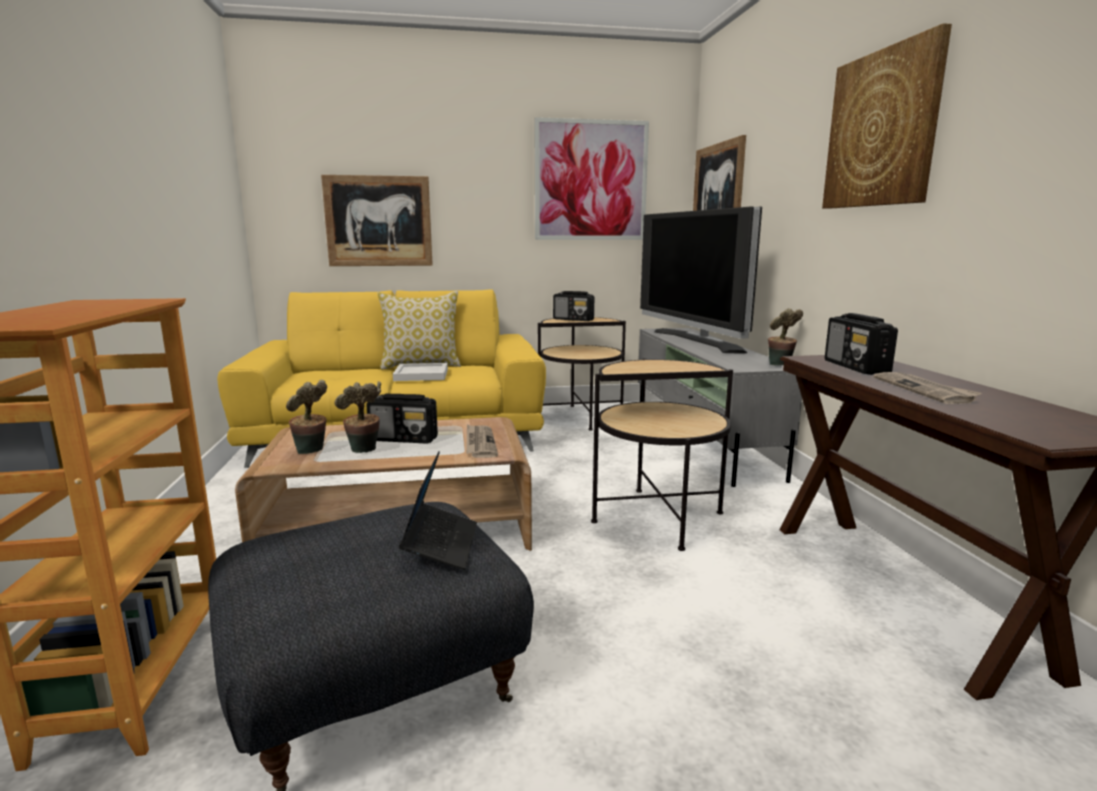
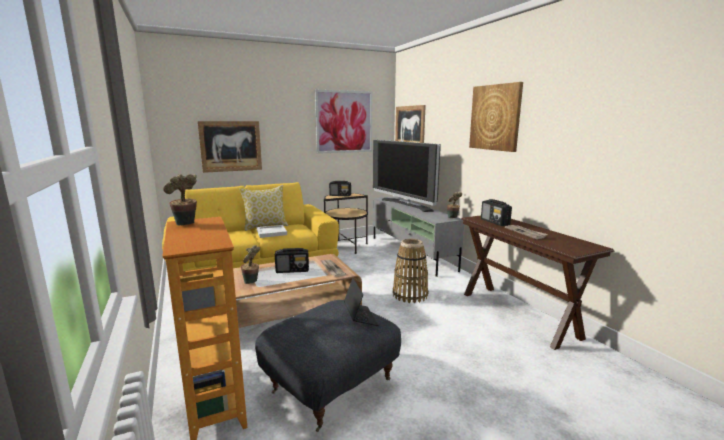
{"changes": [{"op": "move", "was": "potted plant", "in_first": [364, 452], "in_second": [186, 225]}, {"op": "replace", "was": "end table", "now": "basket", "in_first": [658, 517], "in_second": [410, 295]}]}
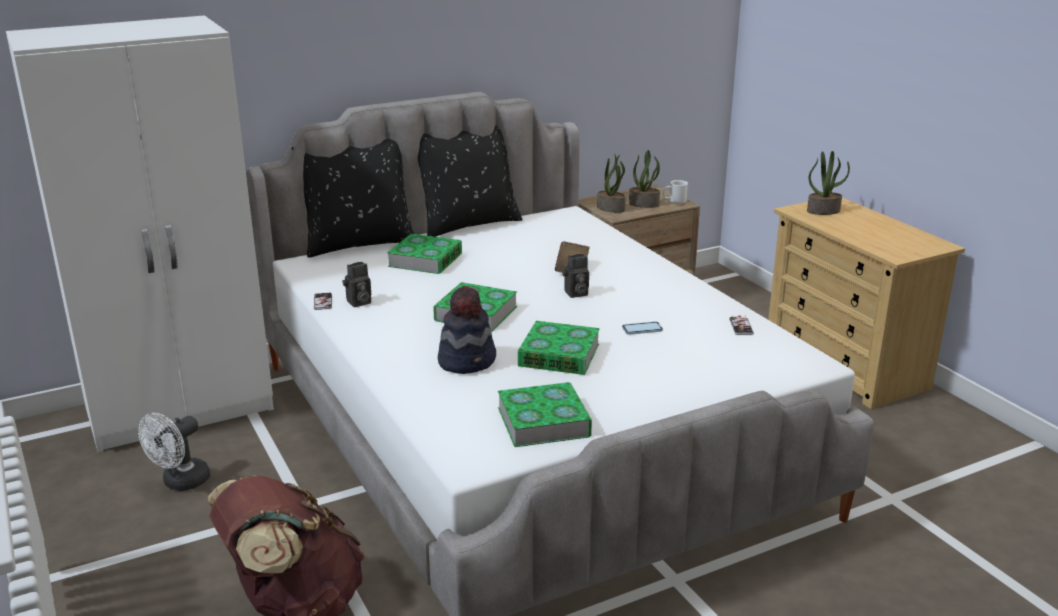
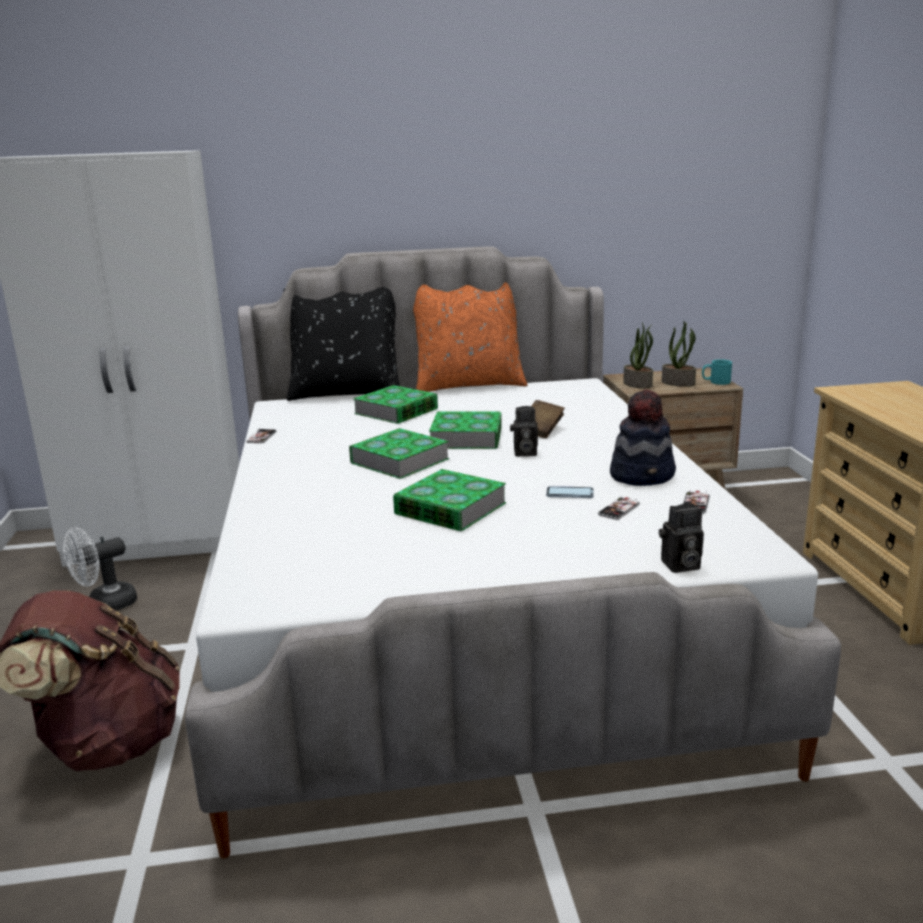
{"changes": [{"op": "move", "was": "photo camera", "in_first": [358, 302], "in_second": [679, 566]}, {"op": "recolor", "was": "cushion (blackish)", "now": "cushion (orangey)", "in_first": [468, 224], "in_second": [468, 385]}, {"op": "move", "was": "hat", "in_first": [467, 361], "in_second": [643, 475]}, {"op": "move", "was": "bound book", "in_first": [543, 422], "in_second": [466, 437]}, {"op": "recolor", "was": "coffee mug (white-coloured)", "now": "coffee mug (turquoise-coloured)", "in_first": [674, 200], "in_second": [715, 382]}, {"op": "delete", "was": "potted plant", "in_first": [823, 211]}, {"op": "insert", "now": "phone", "in_second": [618, 509]}]}
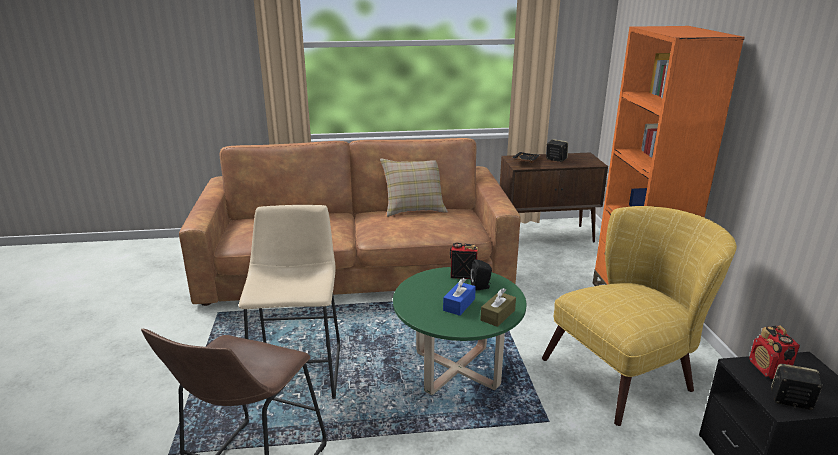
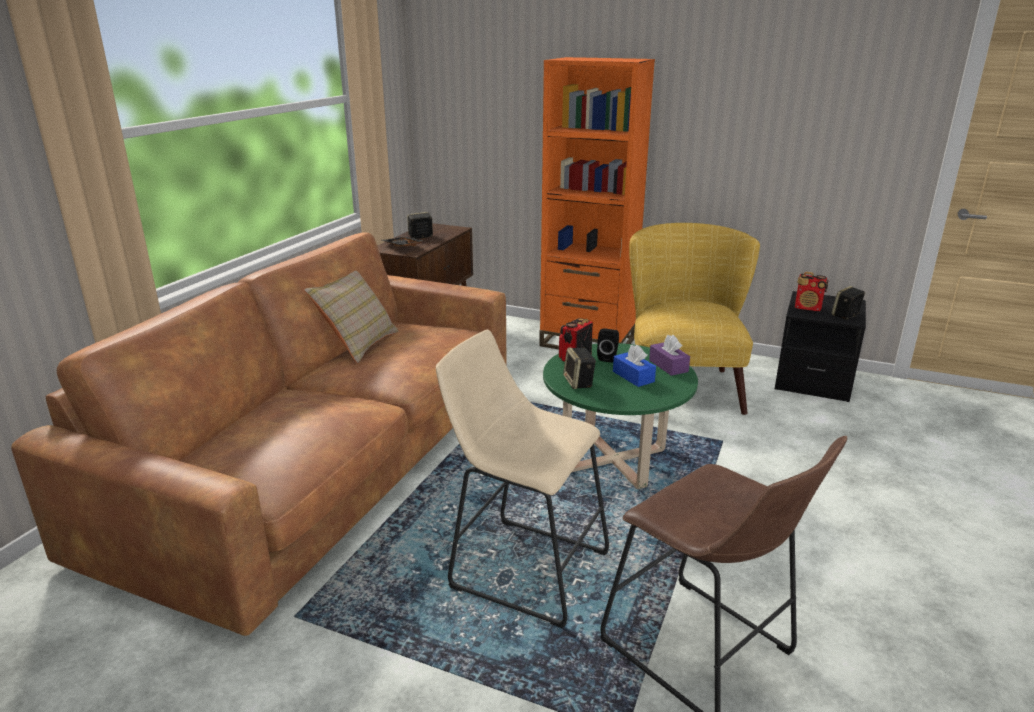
{"changes": [{"op": "recolor", "was": "tissue holder (brown)", "now": "tissue holder (purple-coloured)", "in_first": [497, 315], "in_second": [668, 366]}, {"op": "insert", "now": "audio speaker", "in_second": [579, 382]}]}
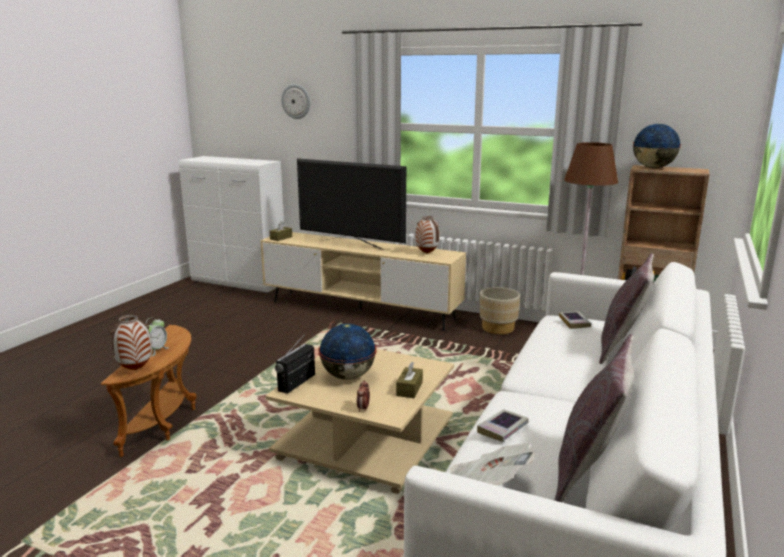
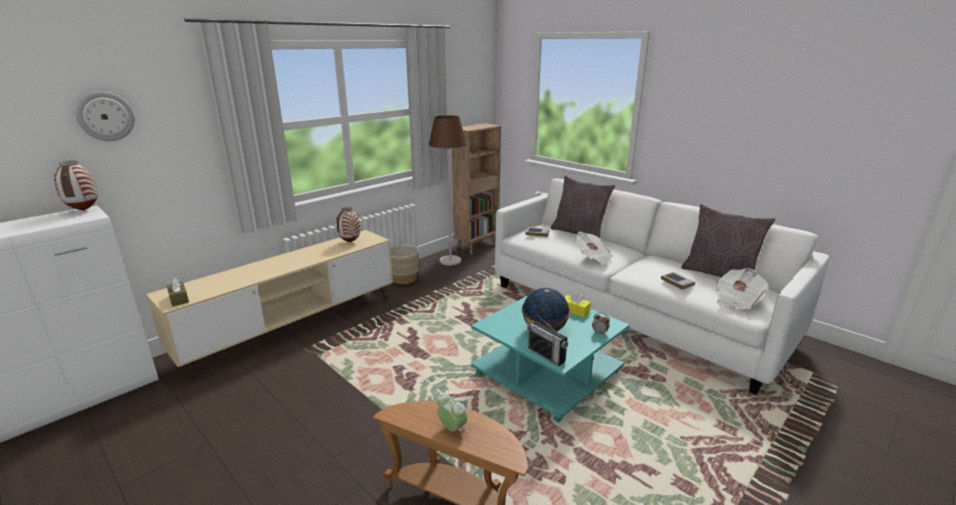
{"changes": [{"op": "move", "was": "vase", "in_first": [135, 369], "in_second": [83, 210]}, {"op": "recolor", "was": "low table (beige)", "now": "low table (turquoise-coloured)", "in_first": [366, 443], "in_second": [549, 373]}, {"op": "delete", "was": "television", "in_first": [351, 245]}, {"op": "recolor", "was": "tissue holder (brown)", "now": "tissue holder (yellowish)", "in_first": [409, 389], "in_second": [575, 311]}, {"op": "delete", "was": "desk globe", "in_first": [653, 168]}, {"op": "insert", "now": "daily paper", "in_second": [593, 258]}]}
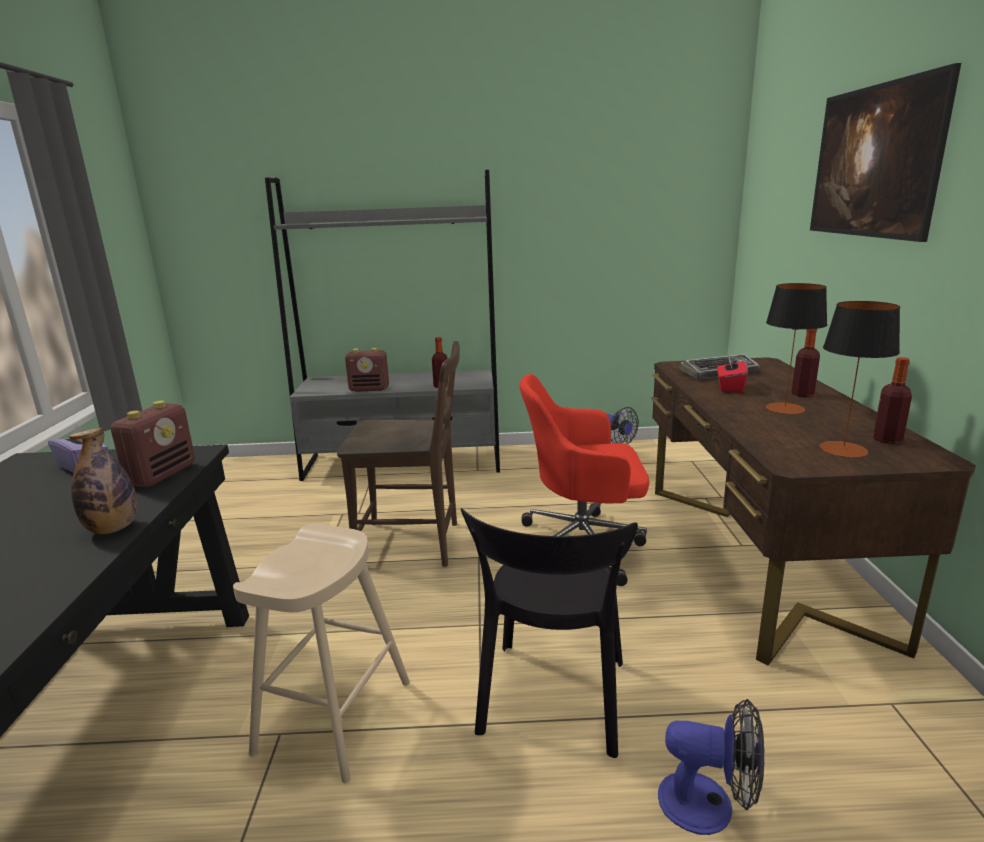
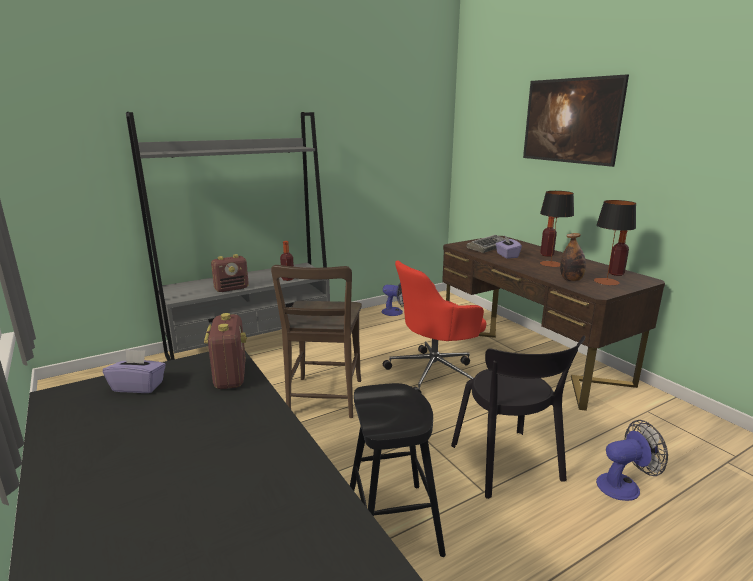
{"changes": [{"op": "move", "was": "beverage bottle", "in_first": [113, 528], "in_second": [571, 280]}, {"op": "recolor", "was": "sitting stool (beige)", "now": "sitting stool (blackish)", "in_first": [334, 716], "in_second": [393, 523]}, {"op": "rotate", "was": "plain chair (brown)", "in_first": [414, 544], "in_second": [324, 400], "clockwise": 120}, {"op": "recolor", "was": "tissue holder (reddish)", "now": "tissue holder (purple-coloured)", "in_first": [730, 387], "in_second": [507, 255]}]}
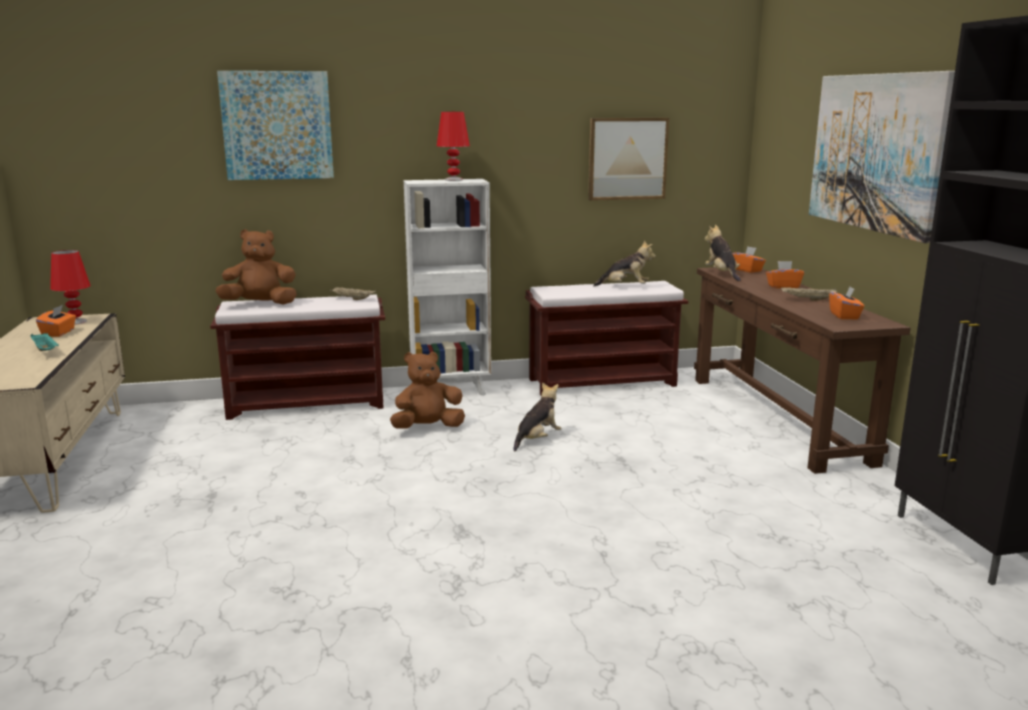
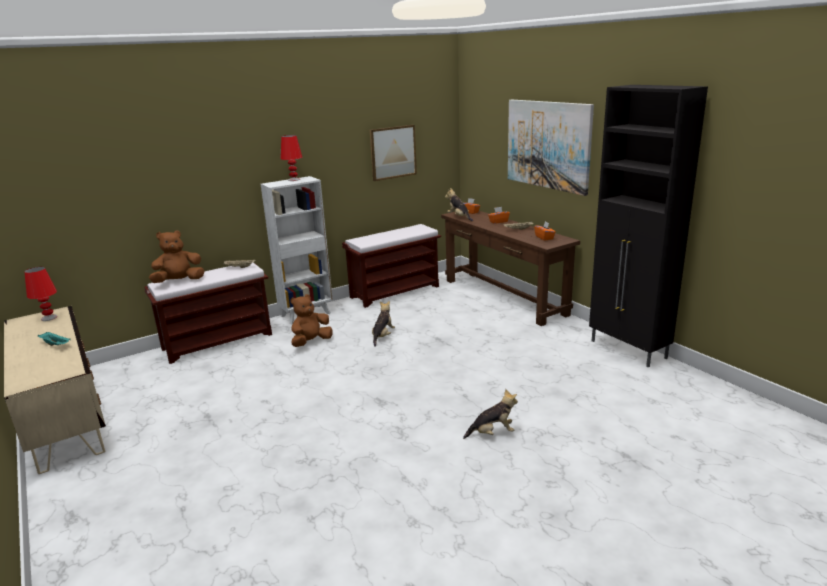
{"changes": [{"op": "delete", "was": "tissue holder (orangey)", "in_first": [59, 333]}, {"op": "delete", "was": "wall picture", "in_first": [277, 125]}, {"op": "move", "was": "plush toy", "in_first": [625, 287], "in_second": [492, 433]}]}
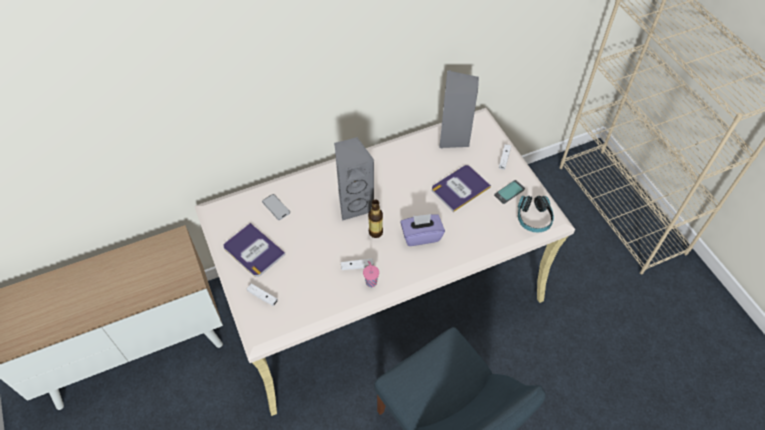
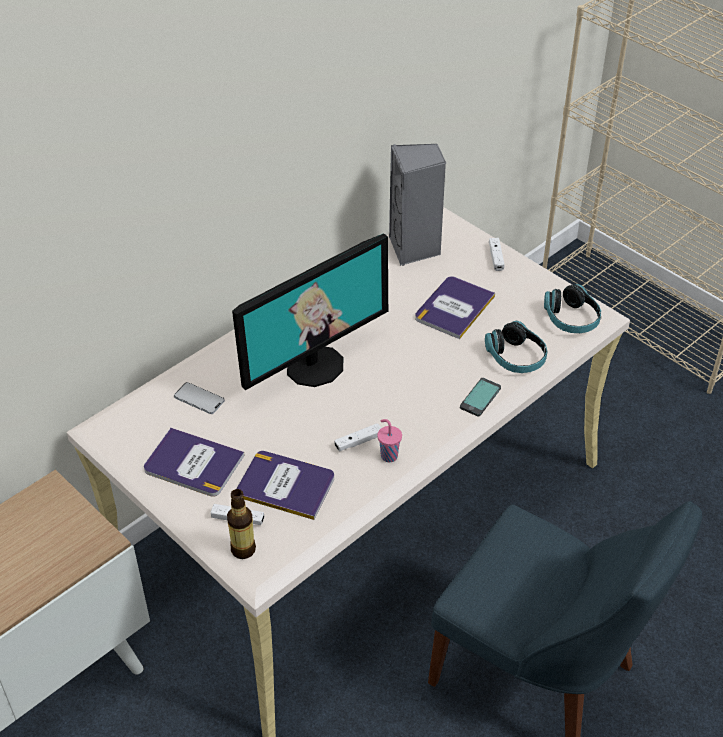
{"changes": [{"op": "replace", "was": "audio speaker (greyish)", "now": "computer screen", "in_first": [354, 204], "in_second": [314, 365]}, {"op": "move", "was": "beverage bottle", "in_first": [375, 232], "in_second": [243, 549]}, {"op": "delete", "was": "tissue holder (purple-coloured)", "in_first": [421, 236]}, {"op": "move", "was": "phone", "in_first": [509, 192], "in_second": [480, 398]}, {"op": "insert", "now": "bound book", "in_second": [285, 485]}, {"op": "insert", "now": "headphones", "in_second": [516, 357]}]}
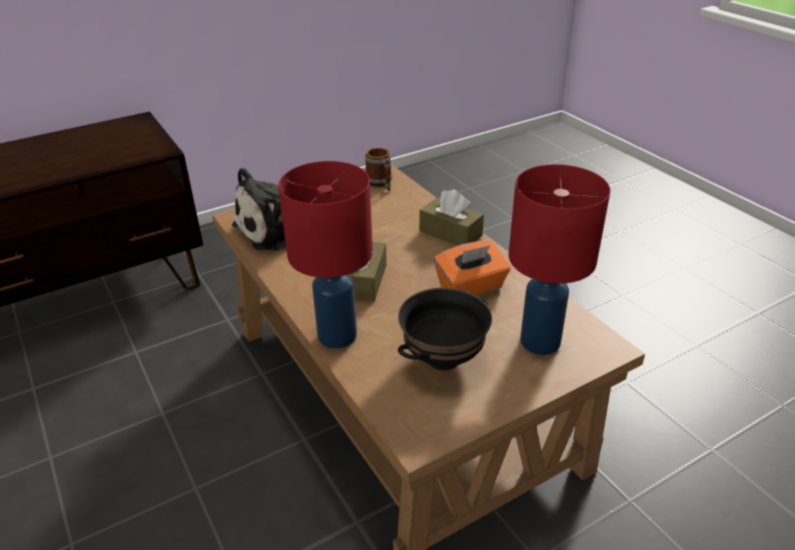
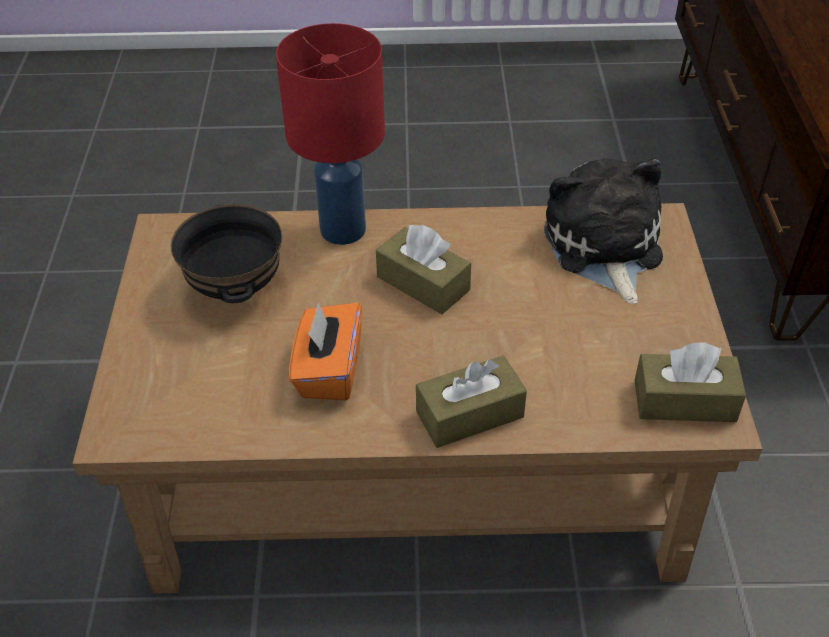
{"changes": [{"op": "replace", "was": "coffee mug", "now": "tissue holder (brown)", "in_first": [381, 183], "in_second": [684, 401]}, {"op": "delete", "was": "table lamp (reddish)", "in_first": [539, 341]}]}
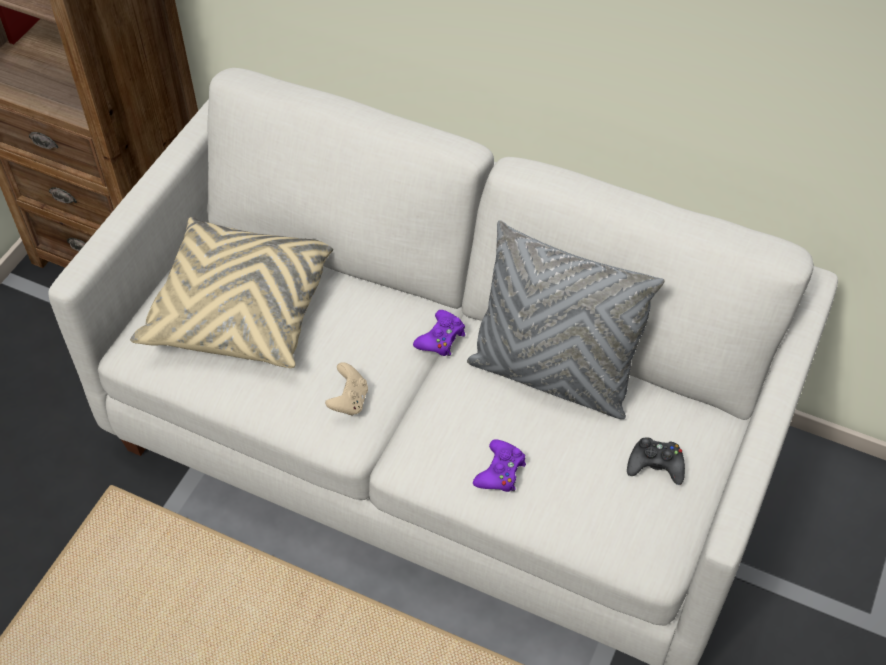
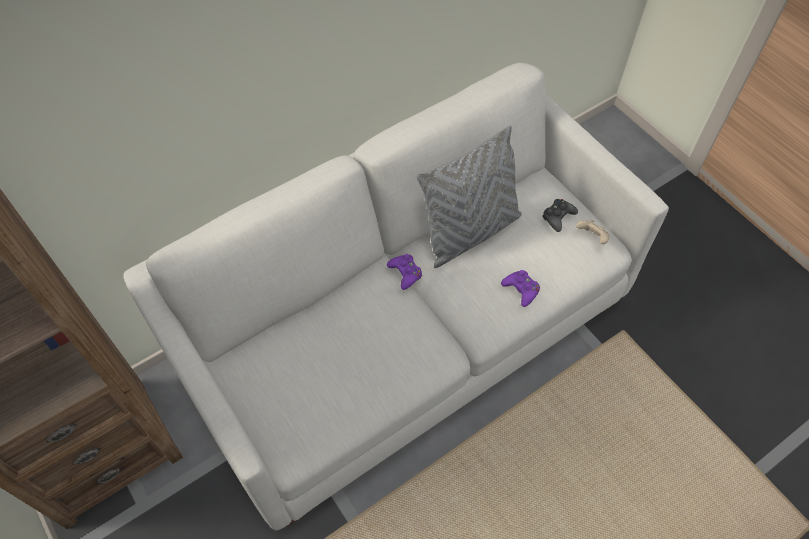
{"changes": [{"op": "delete", "was": "cushion (beige)", "in_first": [241, 309]}, {"op": "move", "was": "gamepad (beige)", "in_first": [349, 401], "in_second": [592, 237]}]}
